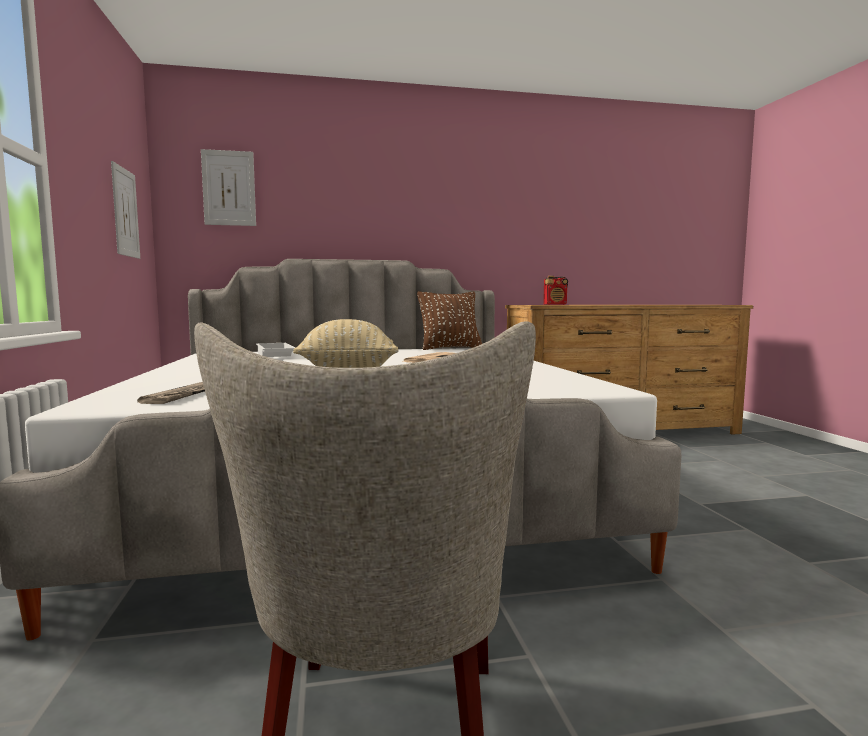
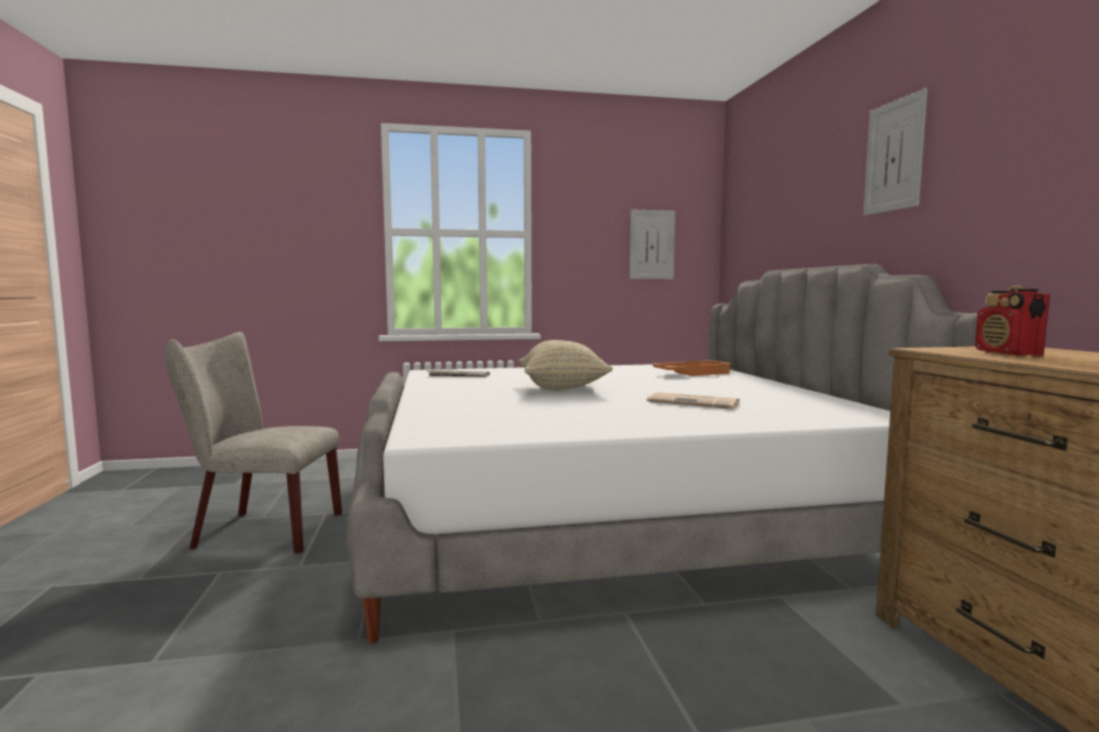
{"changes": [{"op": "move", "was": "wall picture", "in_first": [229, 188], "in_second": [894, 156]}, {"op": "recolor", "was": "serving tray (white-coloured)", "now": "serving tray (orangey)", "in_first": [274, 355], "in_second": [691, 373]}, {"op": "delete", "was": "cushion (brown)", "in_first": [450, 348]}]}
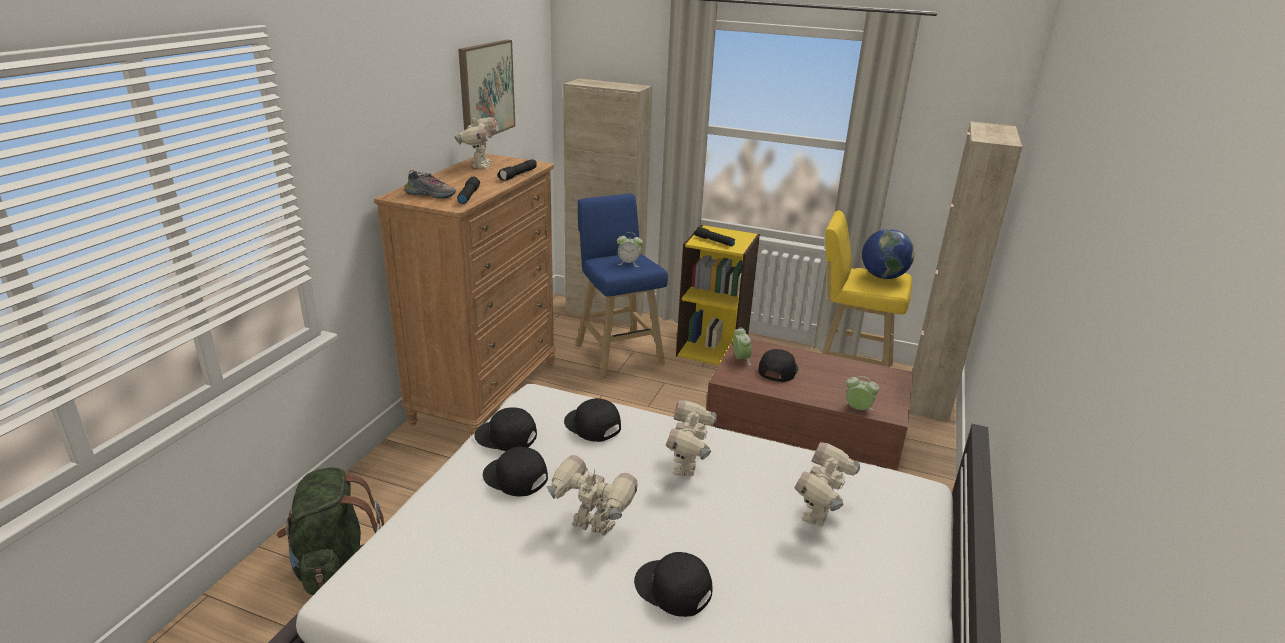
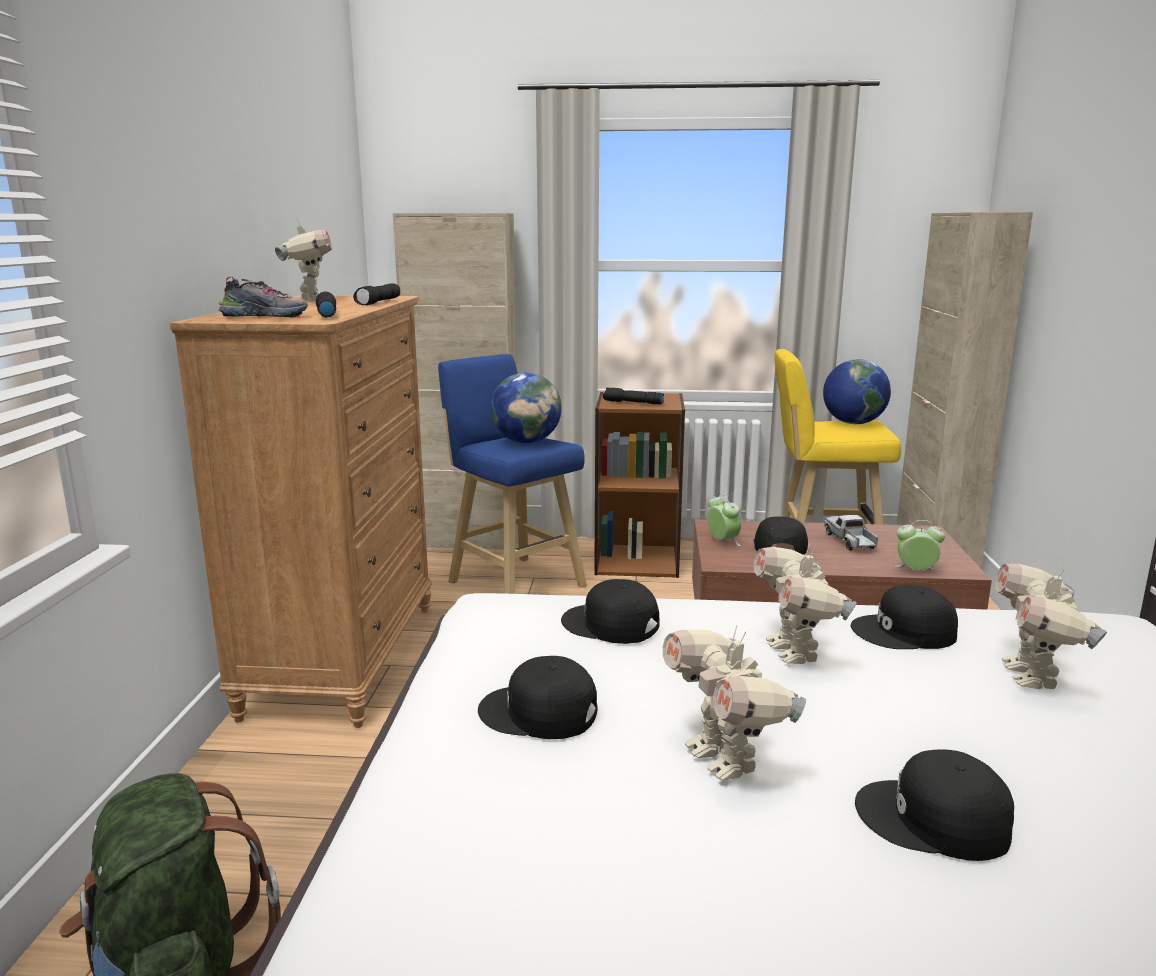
{"changes": [{"op": "delete", "was": "wall picture", "in_first": [486, 90]}, {"op": "move", "was": "peaked cap (blackish)", "in_first": [506, 436], "in_second": [904, 632]}, {"op": "rotate", "was": "toy robot", "in_first": [592, 528], "in_second": [724, 759], "clockwise": -120}, {"op": "replace", "was": "alarm clock", "now": "desk globe", "in_first": [629, 263], "in_second": [527, 442]}, {"op": "recolor", "was": "bookcase (yellowish)", "now": "bookcase (brown)", "in_first": [712, 348], "in_second": [637, 560]}, {"op": "insert", "now": "toy truck", "in_second": [850, 541]}]}
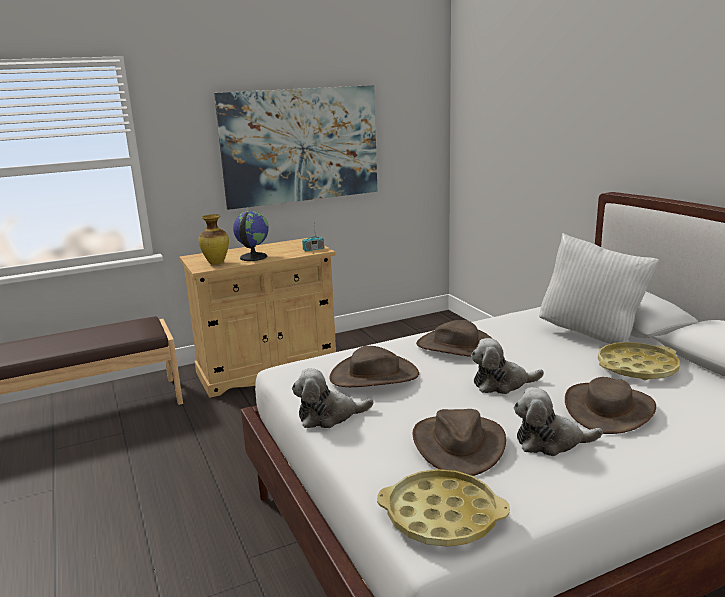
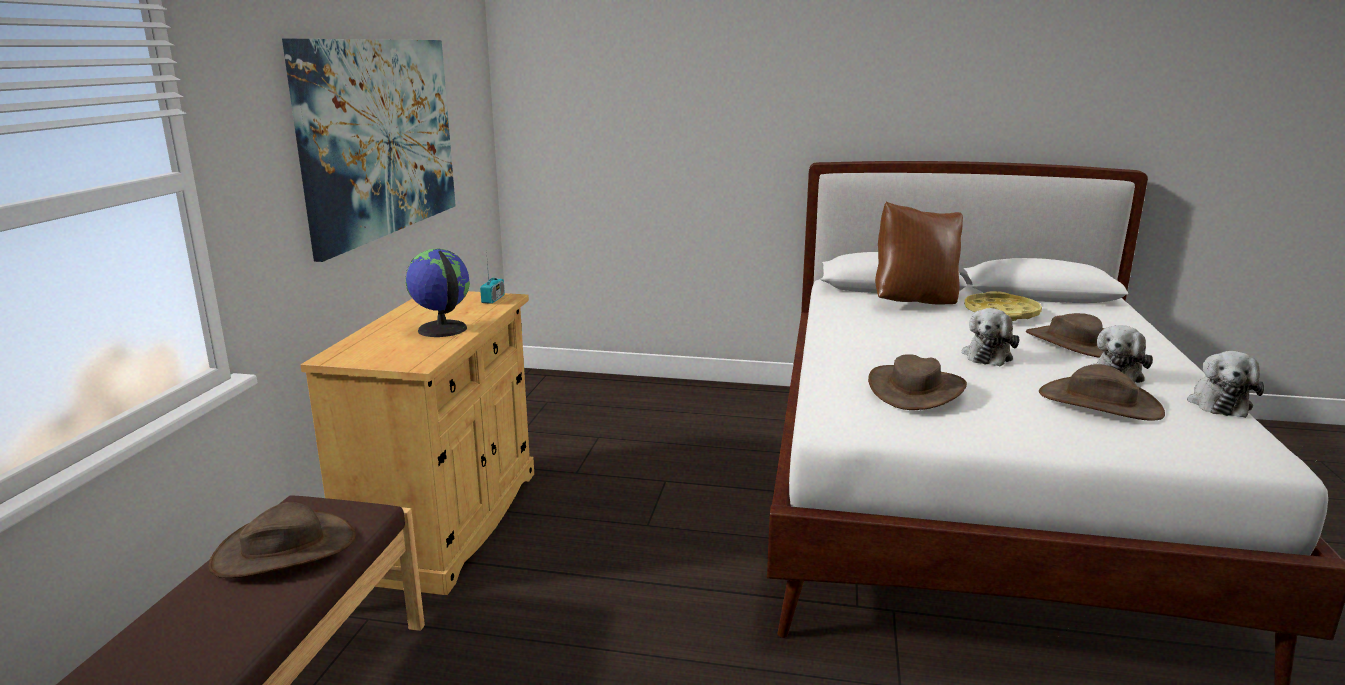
{"changes": [{"op": "delete", "was": "vase", "in_first": [217, 263]}, {"op": "move", "was": "plush toy", "in_first": [329, 416], "in_second": [1218, 403]}, {"op": "delete", "was": "serving tray (yellowish)", "in_first": [442, 515]}, {"op": "move", "was": "hat (brown)", "in_first": [456, 346], "in_second": [284, 550]}, {"op": "recolor", "was": "cushion (white-coloured)", "now": "cushion (brown)", "in_first": [591, 334], "in_second": [914, 303]}]}
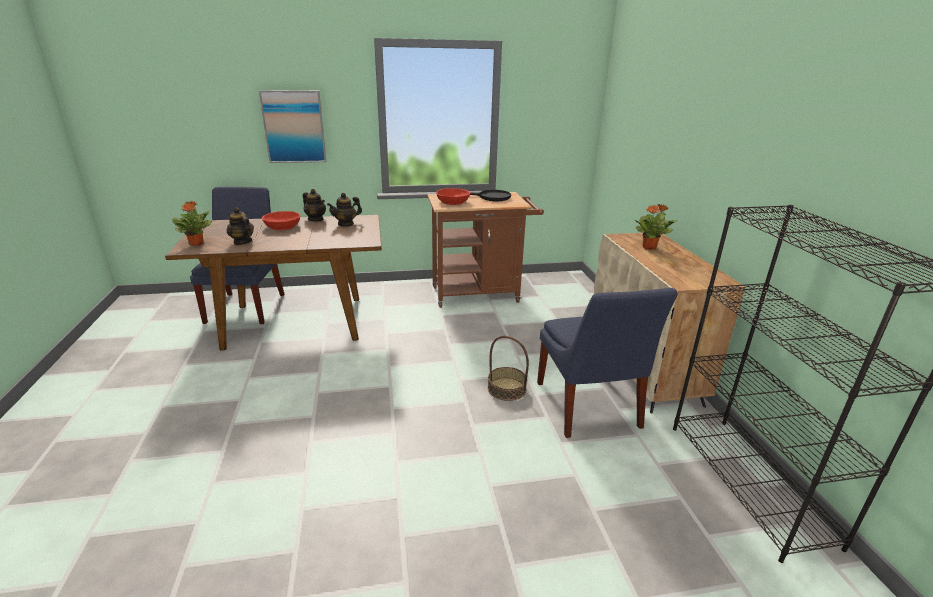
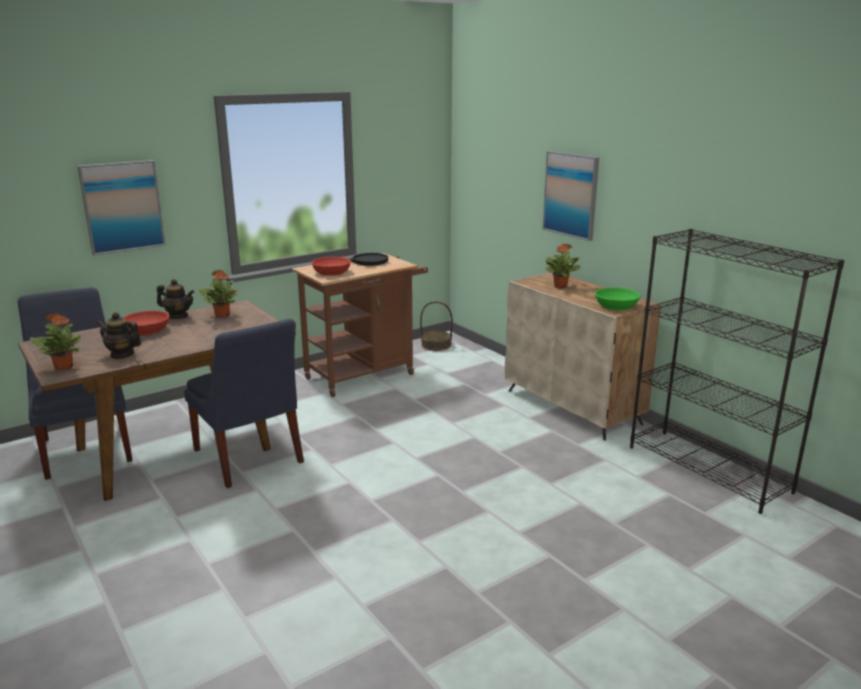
{"changes": [{"op": "replace", "was": "teapot", "now": "potted plant", "in_first": [346, 224], "in_second": [222, 315]}, {"op": "move", "was": "basket", "in_first": [507, 389], "in_second": [436, 345]}, {"op": "move", "was": "plain chair (blue)", "in_first": [588, 407], "in_second": [249, 458]}, {"op": "insert", "now": "wall picture", "in_second": [571, 195]}, {"op": "insert", "now": "deep dish (green-coloured)", "in_second": [616, 306]}]}
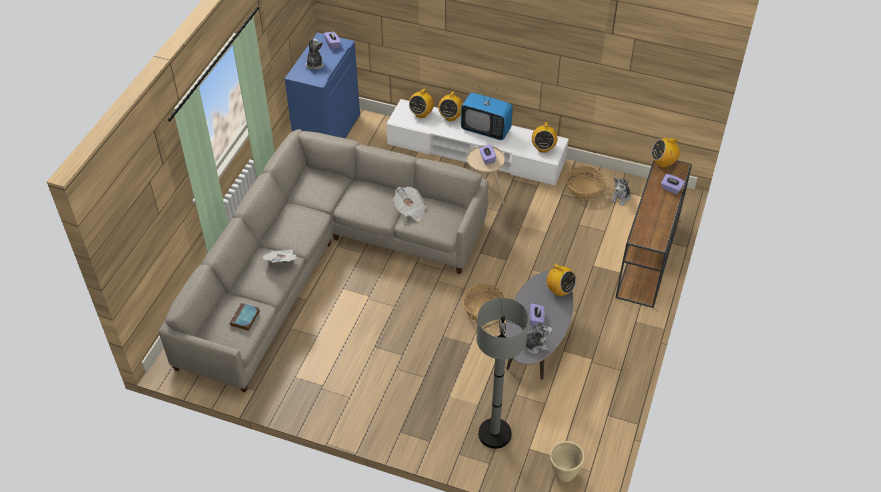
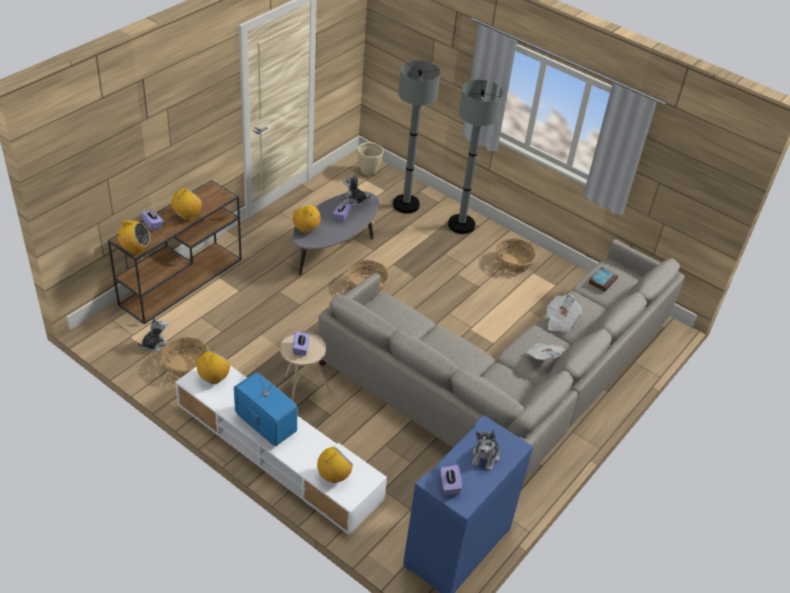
{"changes": [{"op": "move", "was": "daily paper", "in_first": [410, 210], "in_second": [542, 357]}, {"op": "move", "was": "radio set", "in_first": [450, 117], "in_second": [187, 216]}, {"op": "insert", "now": "standard lamp (greyish)", "in_second": [461, 225]}, {"op": "insert", "now": "basket", "in_second": [514, 262]}]}
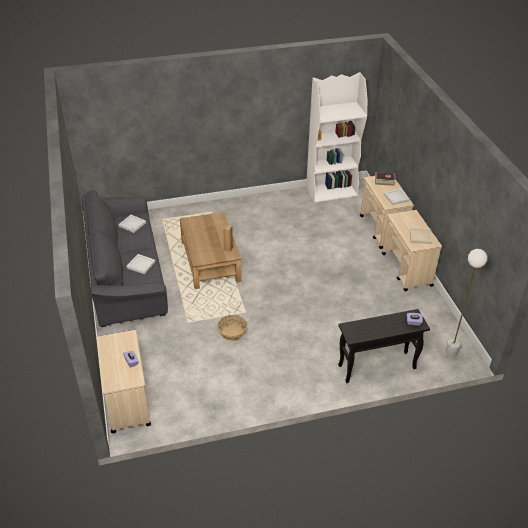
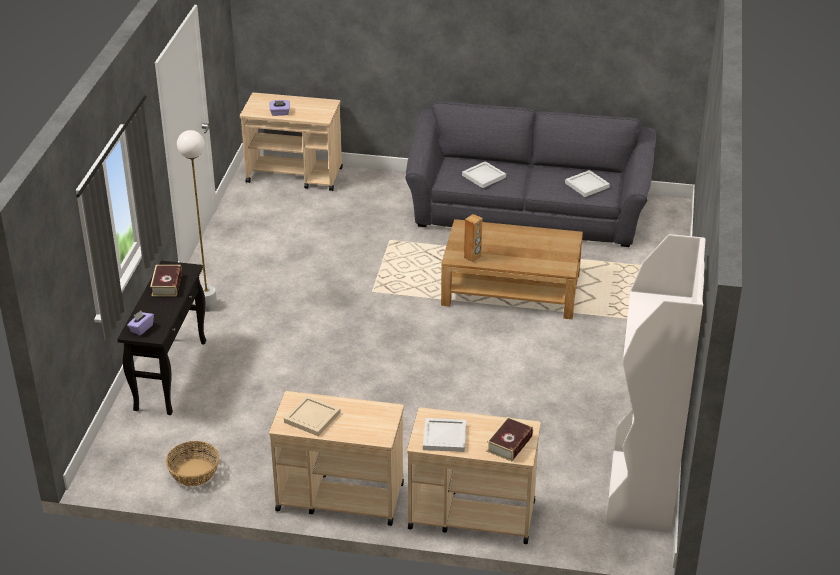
{"changes": [{"op": "move", "was": "basket", "in_first": [232, 332], "in_second": [193, 472]}, {"op": "move", "was": "standard lamp (white-coloured)", "in_first": [451, 351], "in_second": [207, 306]}, {"op": "insert", "now": "bound book", "in_second": [167, 285]}]}
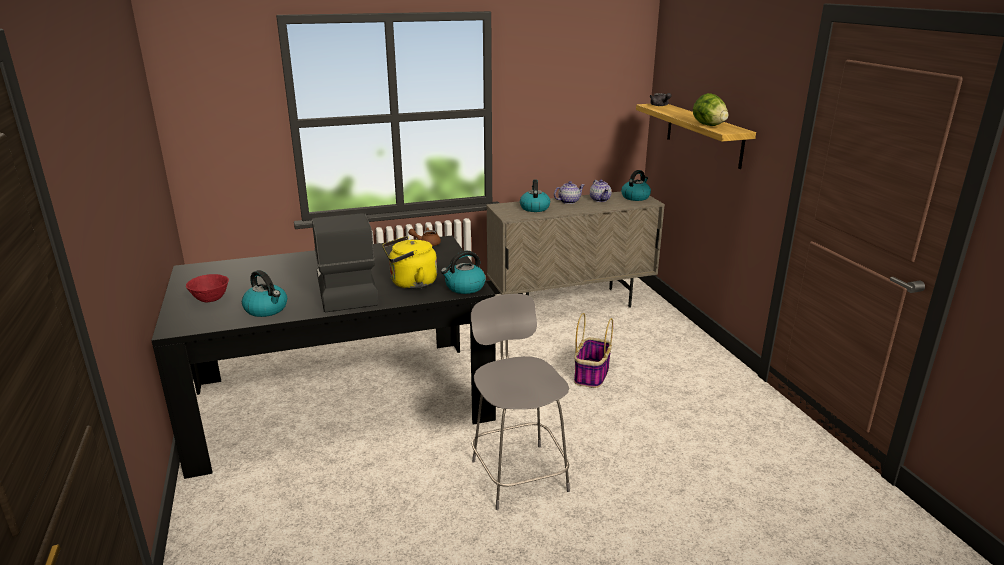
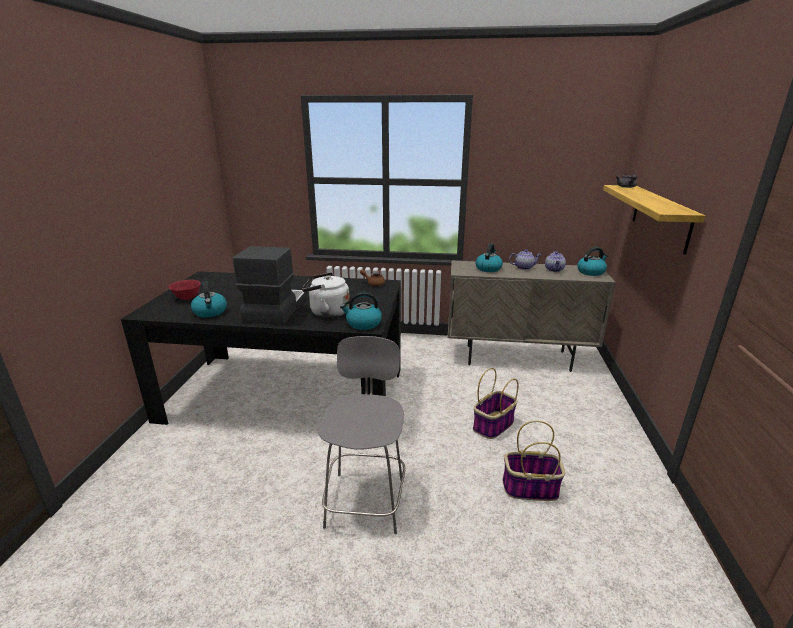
{"changes": [{"op": "recolor", "was": "water kettle (yellowish)", "now": "water kettle (white-coloured)", "in_first": [410, 283], "in_second": [327, 312]}, {"op": "delete", "was": "lettuce", "in_first": [709, 125]}, {"op": "insert", "now": "basket", "in_second": [529, 488]}]}
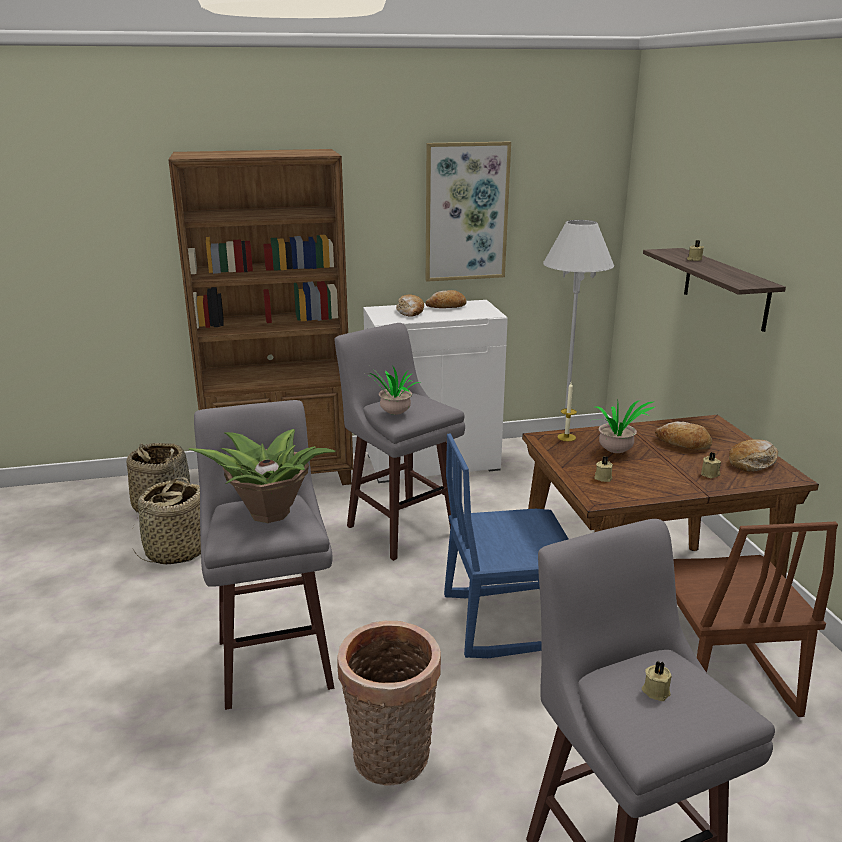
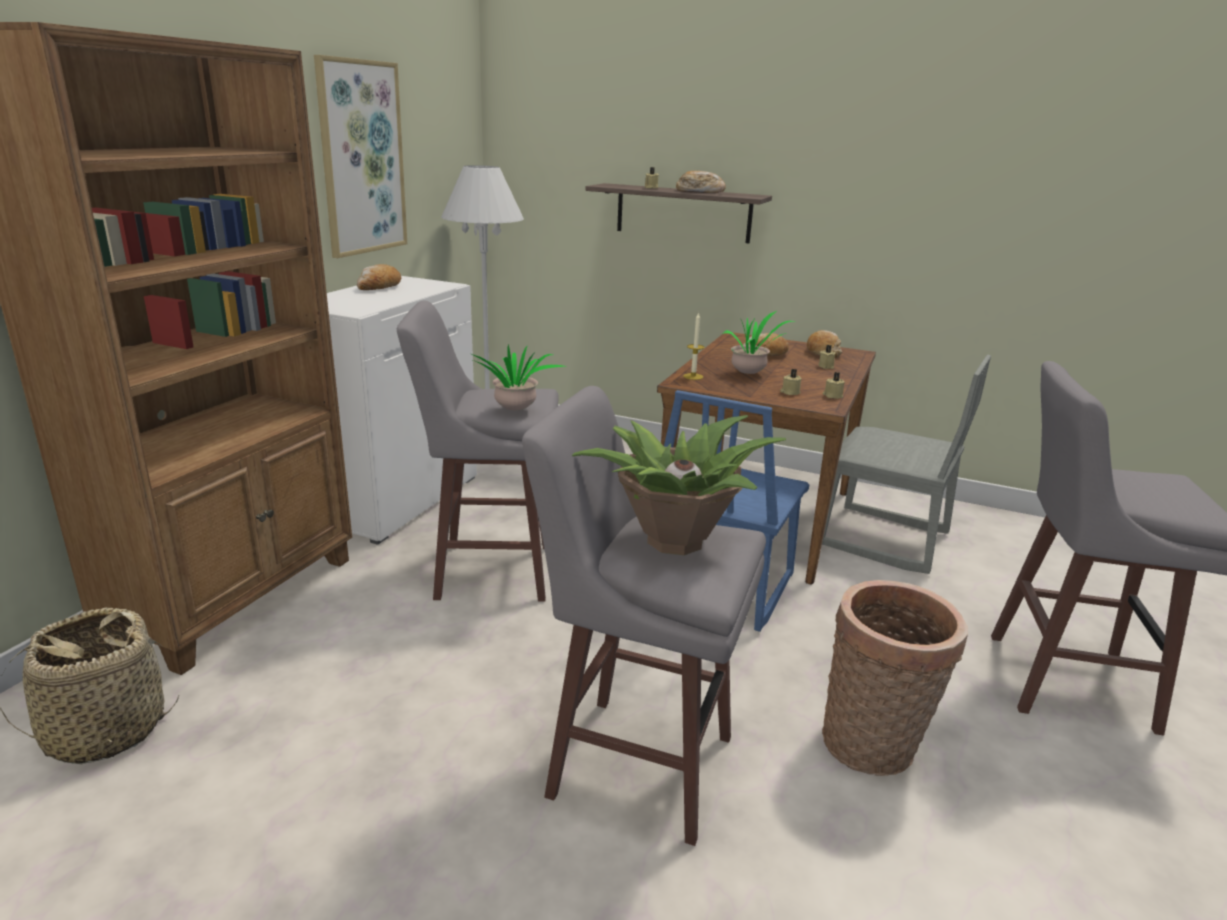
{"changes": [{"op": "delete", "was": "basket", "in_first": [176, 551]}, {"op": "move", "was": "bread", "in_first": [410, 312], "in_second": [700, 192]}, {"op": "move", "was": "wax candle (beige)", "in_first": [656, 690], "in_second": [832, 396]}, {"op": "recolor", "was": "plain chair (brown)", "now": "plain chair (greyish)", "in_first": [717, 679], "in_second": [883, 540]}]}
